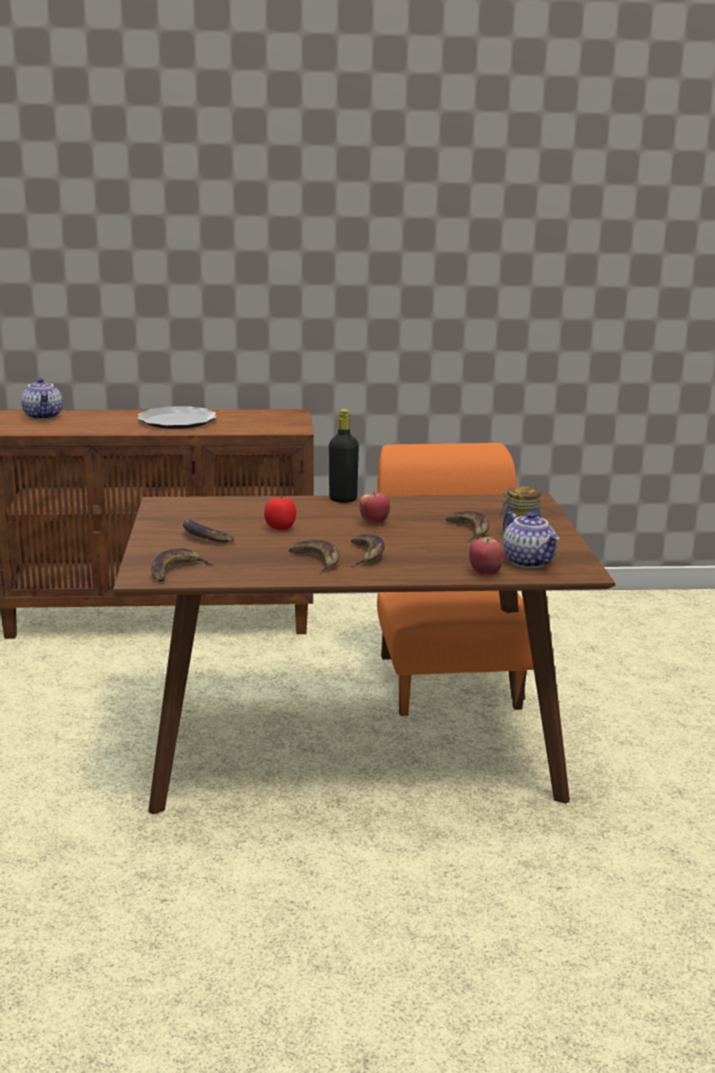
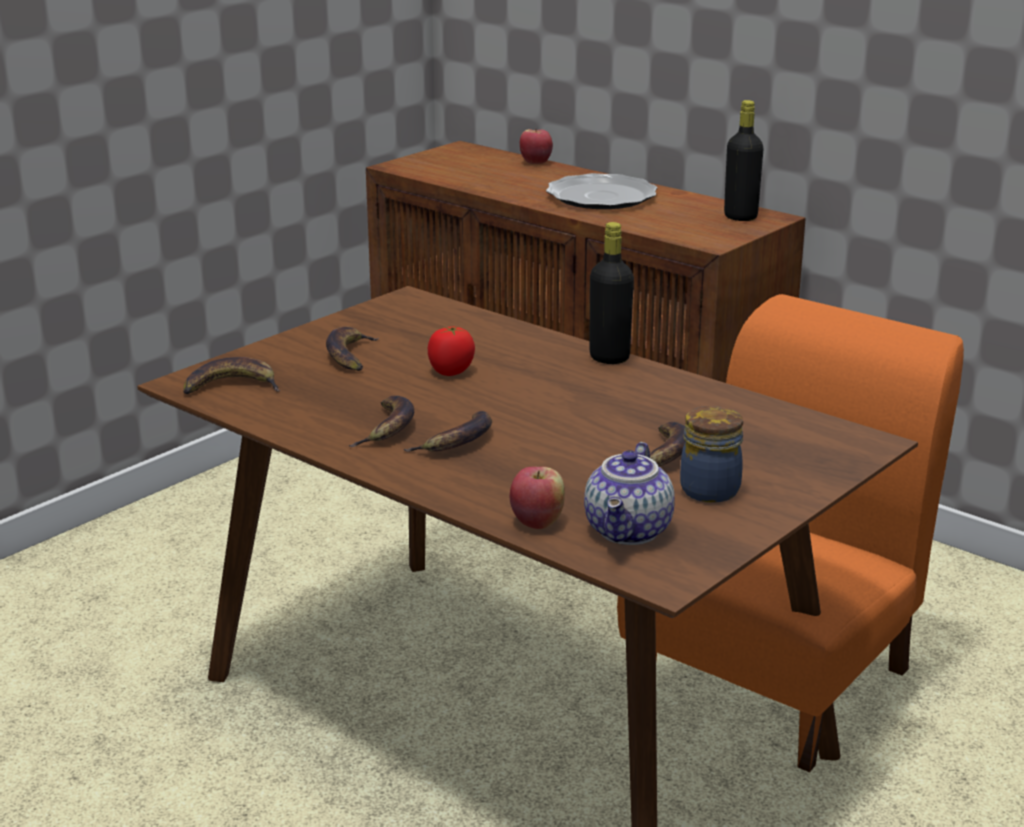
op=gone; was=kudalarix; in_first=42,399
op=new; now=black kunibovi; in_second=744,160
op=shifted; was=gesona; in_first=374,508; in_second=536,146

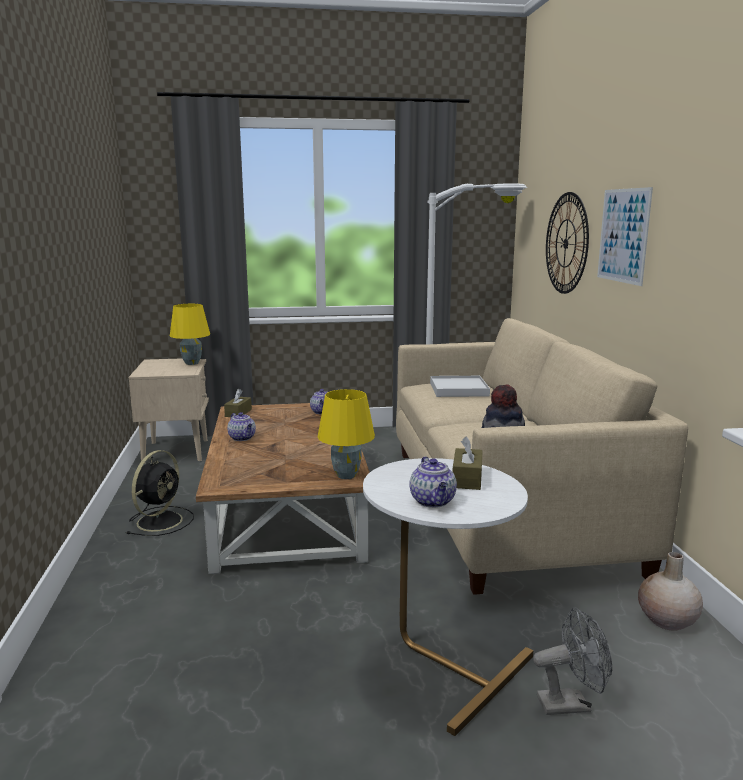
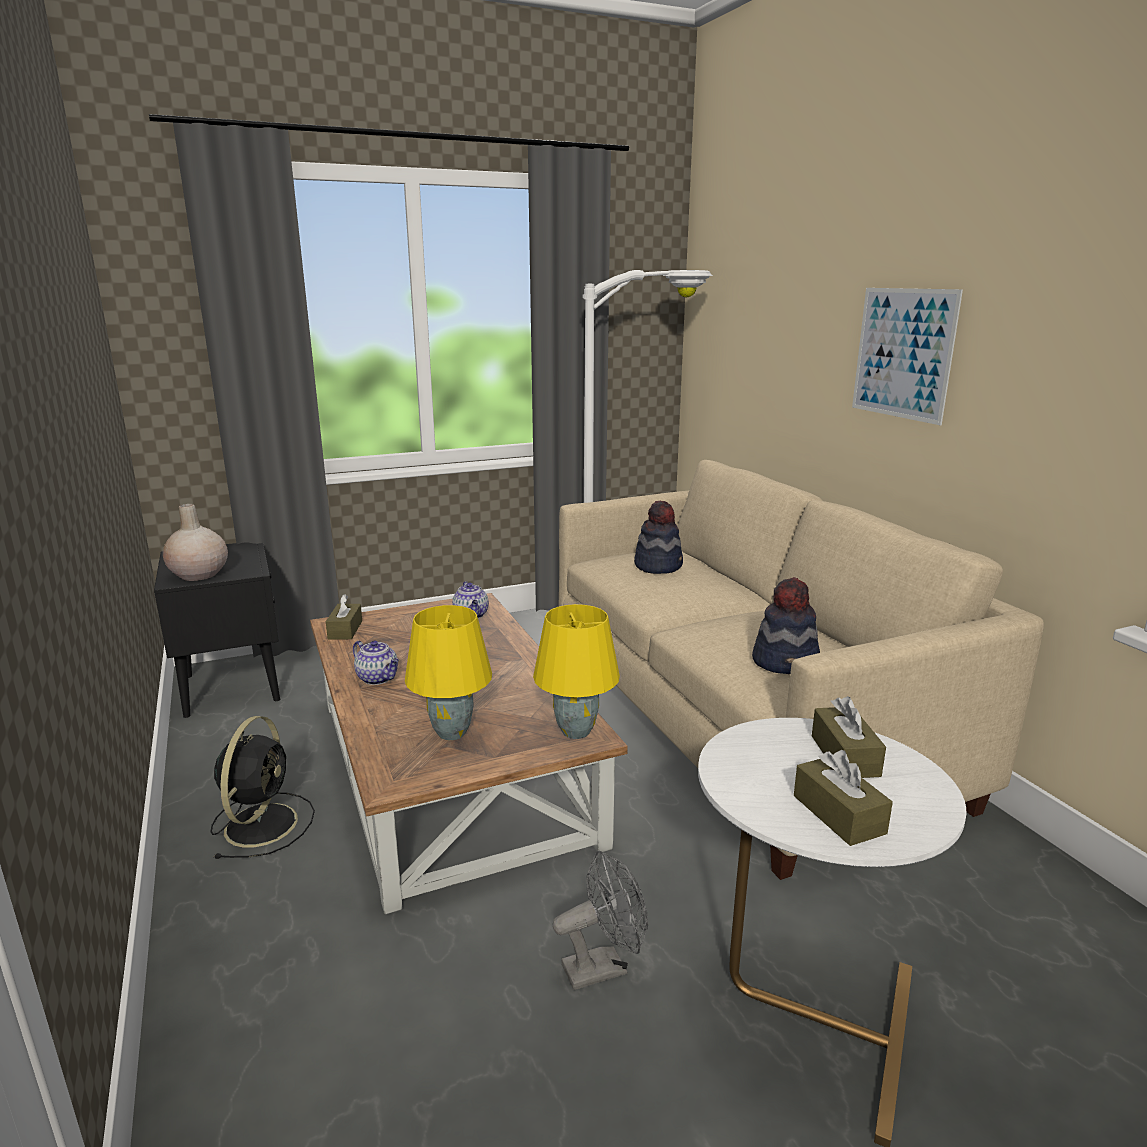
op=gone; was=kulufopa; in_first=567,243
op=shifted; was=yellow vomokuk; in_first=190,334; in_second=448,672
op=shifted; was=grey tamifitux; in_first=572,661; in_second=600,920
op=shifted; was=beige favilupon; in_first=670,591; in_second=195,542
op=swapped; was=kudalarix; now=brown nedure; in_first=433,482; in_second=843,798
op=swapped; was=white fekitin; now=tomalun; in_first=460,386; in_second=658,537
op=repainted; was=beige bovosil; now=black bovosil; in_first=169,411; in_second=217,630

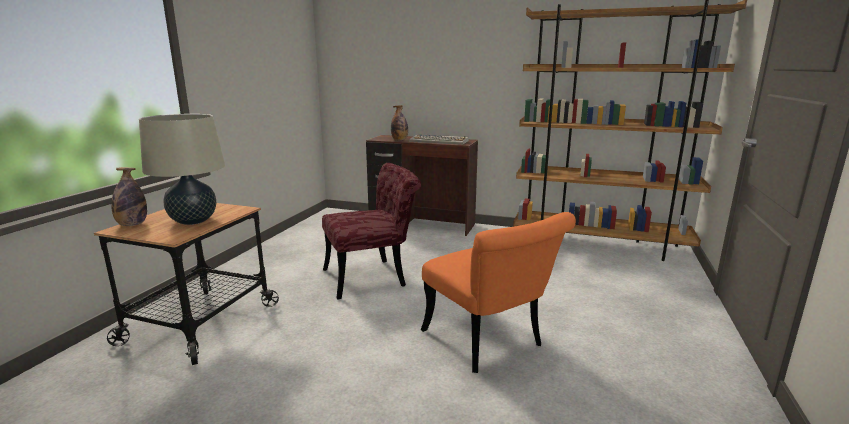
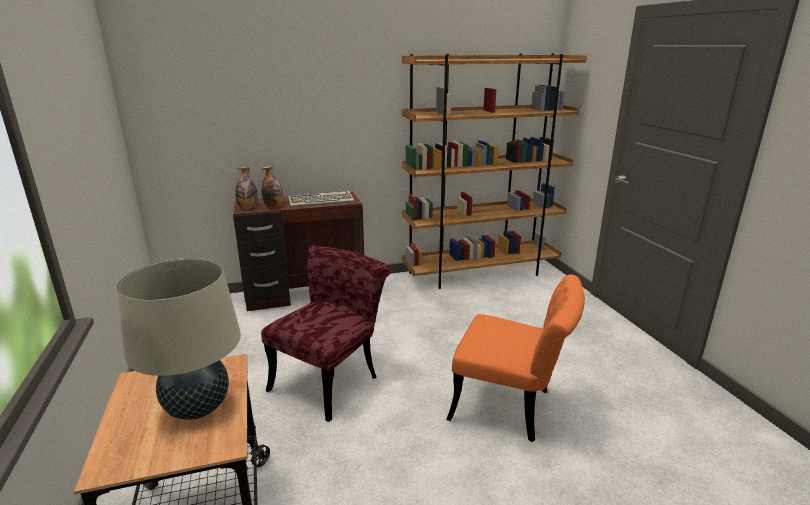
op=shifted; was=kunibovi; in_first=129,196; in_second=246,188

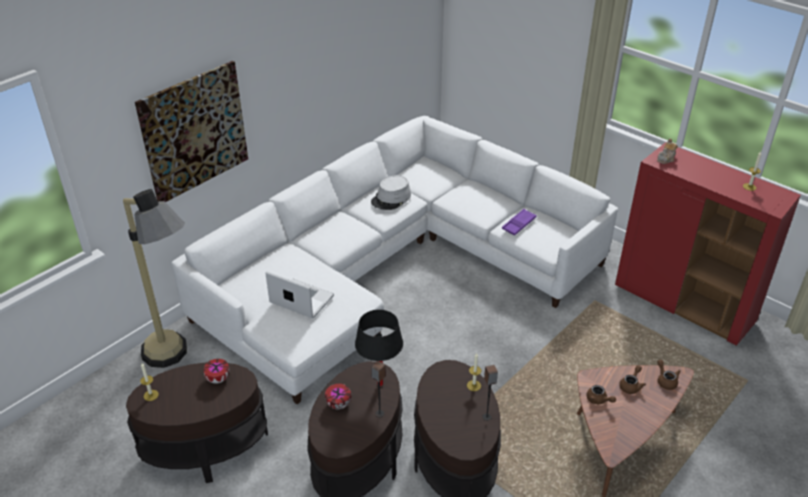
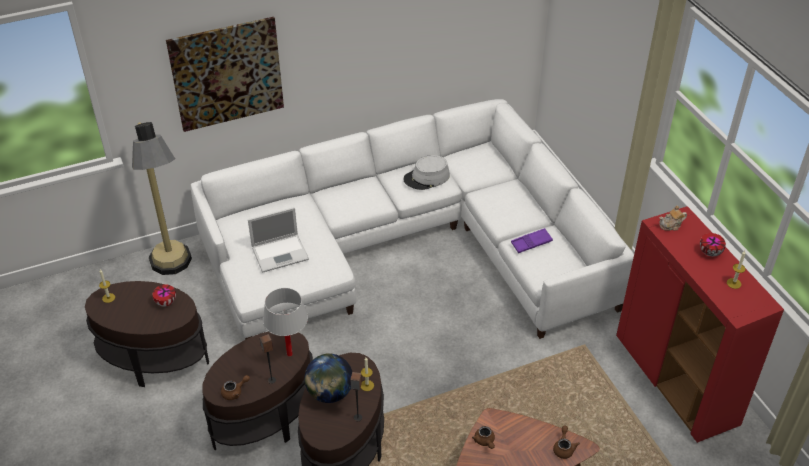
op=new; now=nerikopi; in_second=328,378
op=shifted; was=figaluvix; in_first=338,396; in_second=713,245
op=shifted; was=brown kudalarix; in_first=632,379; in_second=235,387
op=repainted; was=black vomokuk; now=white vomokuk; in_first=379,348; in_second=285,322
op=rotated; was=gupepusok; in_first=299,295; in_second=278,240; clockwise=105

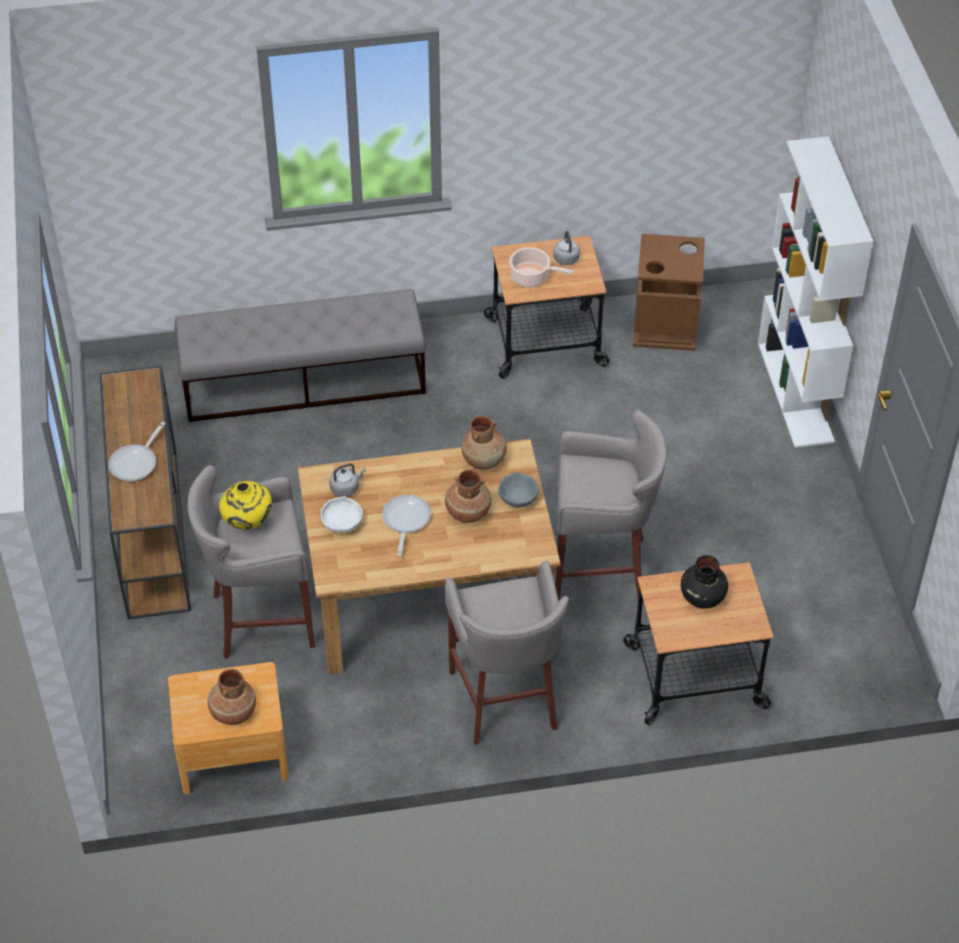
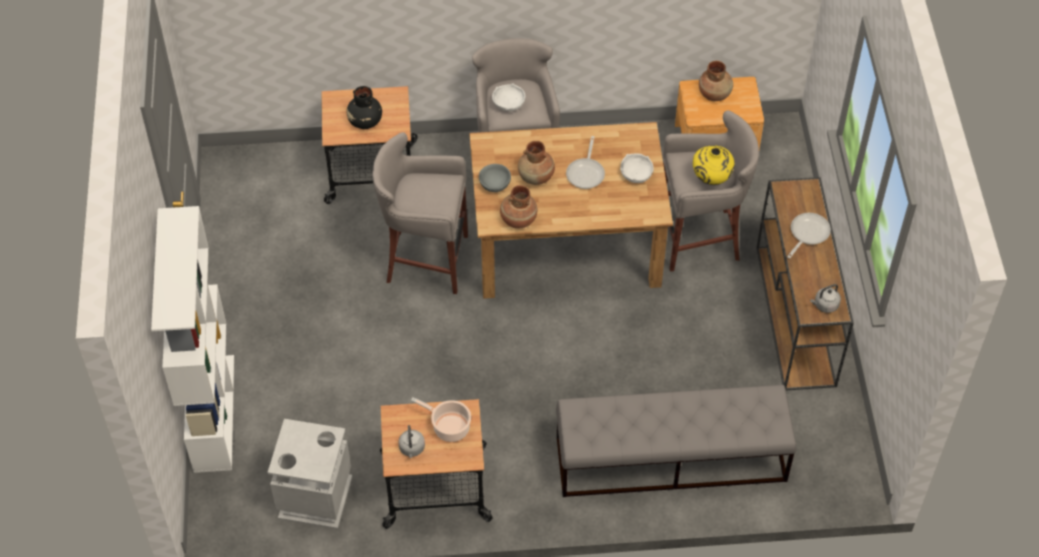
op=new; now=white figaluvix; in_second=508,97
op=shifted; was=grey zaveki; in_first=347,480; in_second=825,298
op=repainted; was=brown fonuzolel; now=grey fonuzolel; in_first=669,292; in_second=310,474

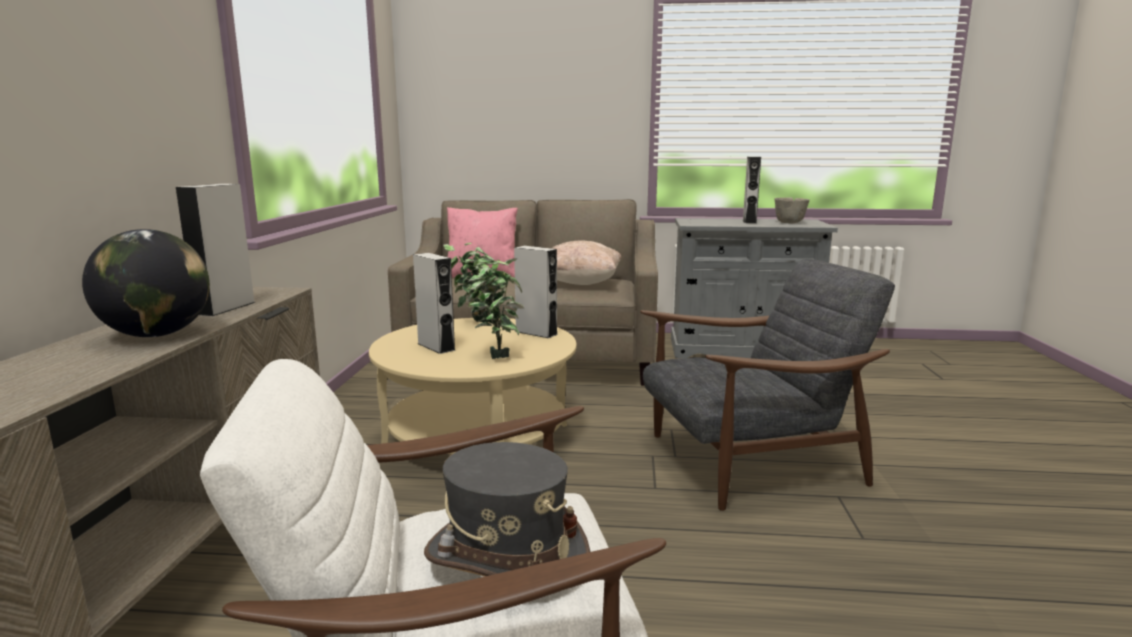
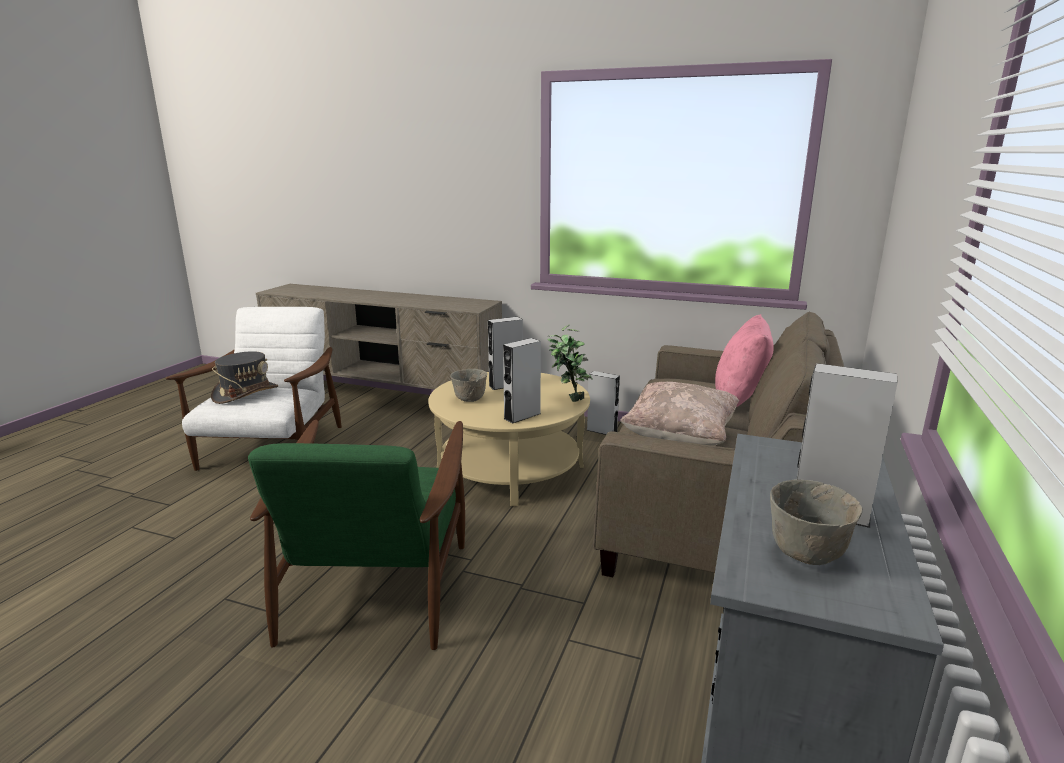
op=gone; was=nerikopi; in_first=146,283
op=shifted; was=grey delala; in_first=216,250; in_second=603,403
op=swapped; was=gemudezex; now=grey figaluvix; in_first=495,308; in_second=468,385
op=repainted; was=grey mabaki; now=green mabaki; in_first=767,385; in_second=356,535

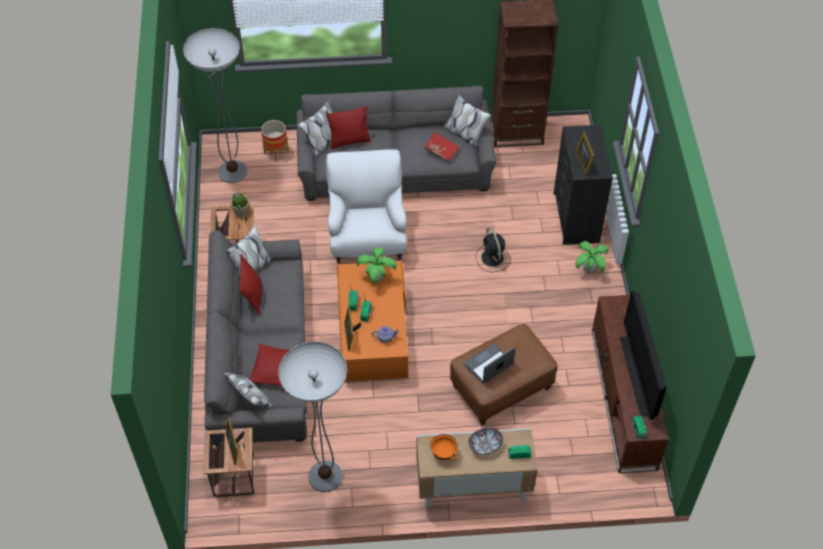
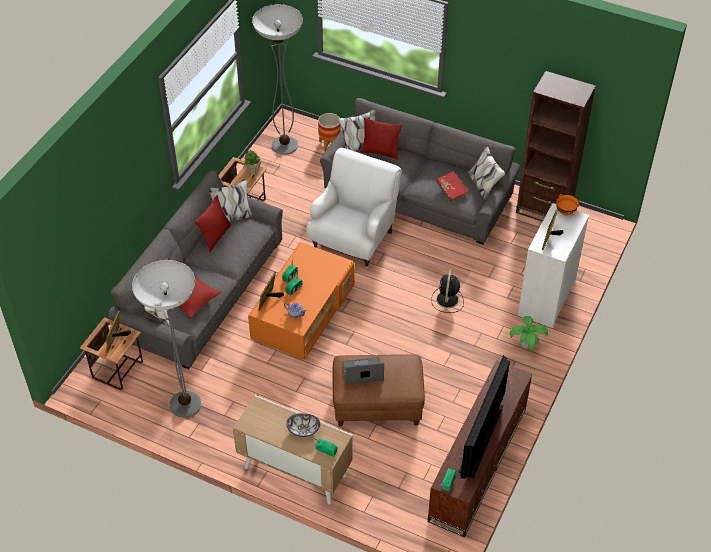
op=gone; was=gemudezex; in_first=376,265
op=shifted; was=orange figaluvix; in_first=444,447; in_second=567,205
op=repainted; was=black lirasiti; now=white lirasiti; in_first=583,185; in_second=553,265

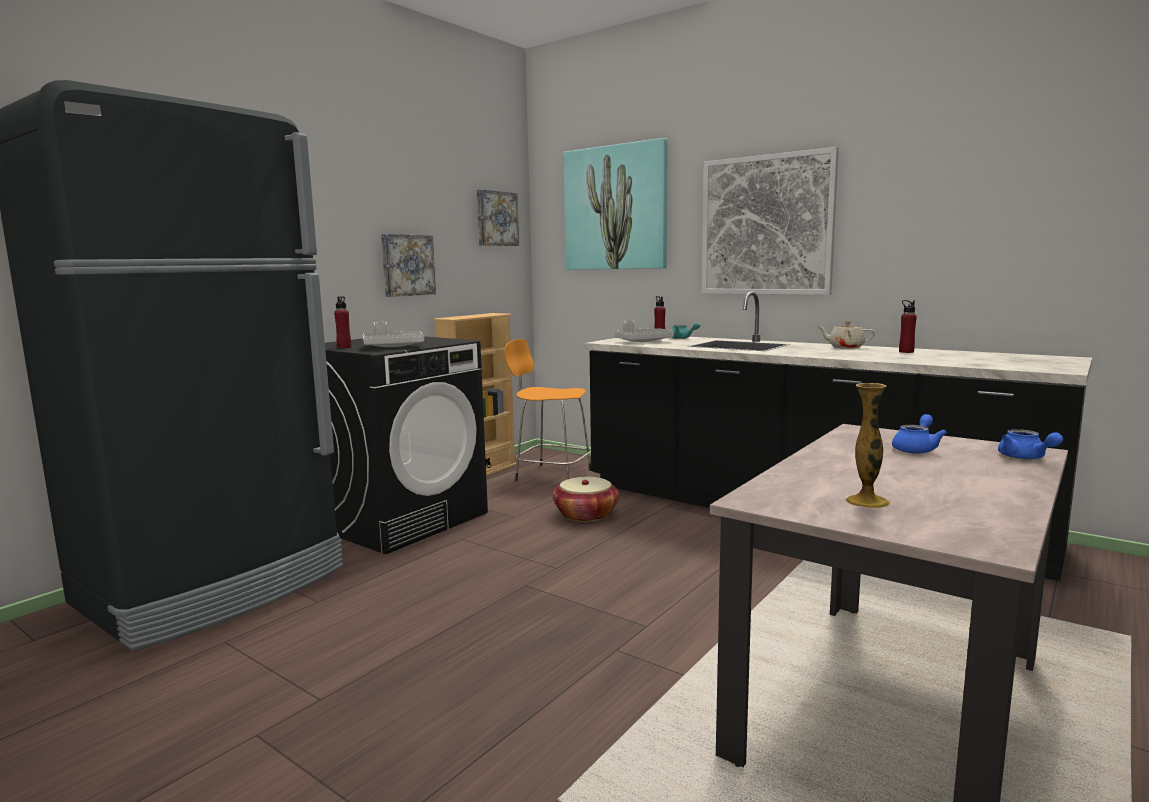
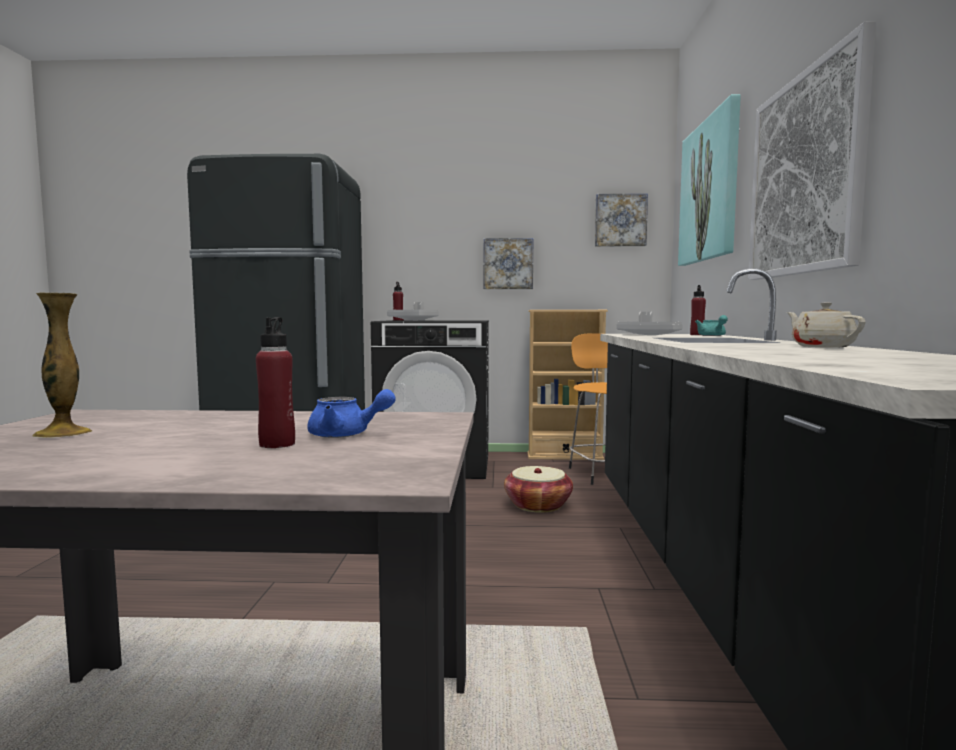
op=gone; was=blue kudalarix; in_first=1030,444
op=shifted; was=red kunibovi; in_first=908,326; in_second=275,382

